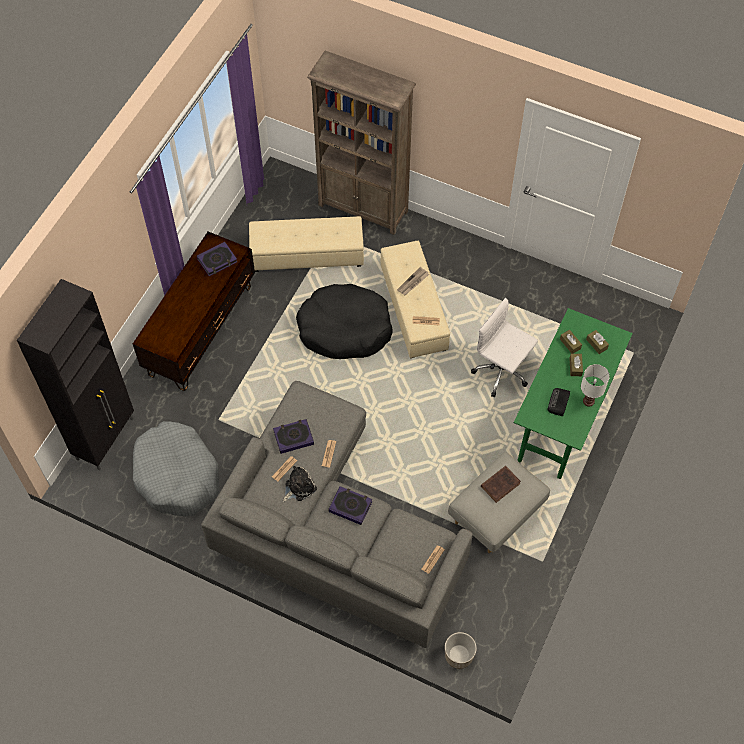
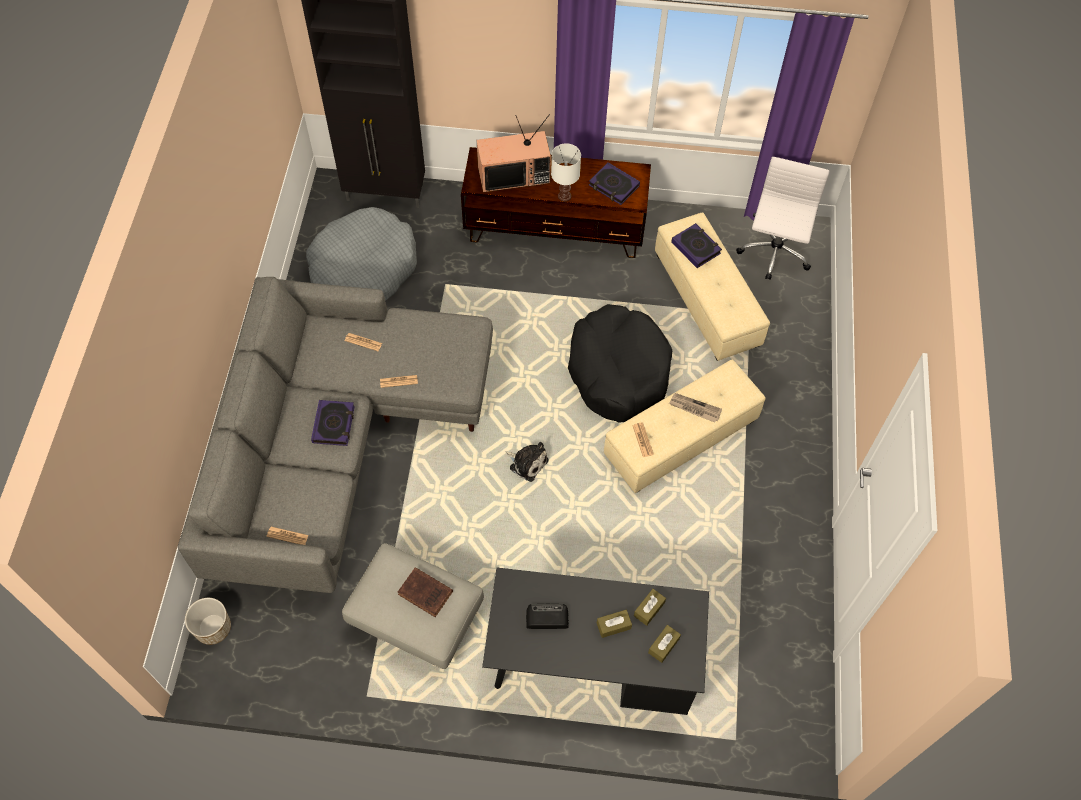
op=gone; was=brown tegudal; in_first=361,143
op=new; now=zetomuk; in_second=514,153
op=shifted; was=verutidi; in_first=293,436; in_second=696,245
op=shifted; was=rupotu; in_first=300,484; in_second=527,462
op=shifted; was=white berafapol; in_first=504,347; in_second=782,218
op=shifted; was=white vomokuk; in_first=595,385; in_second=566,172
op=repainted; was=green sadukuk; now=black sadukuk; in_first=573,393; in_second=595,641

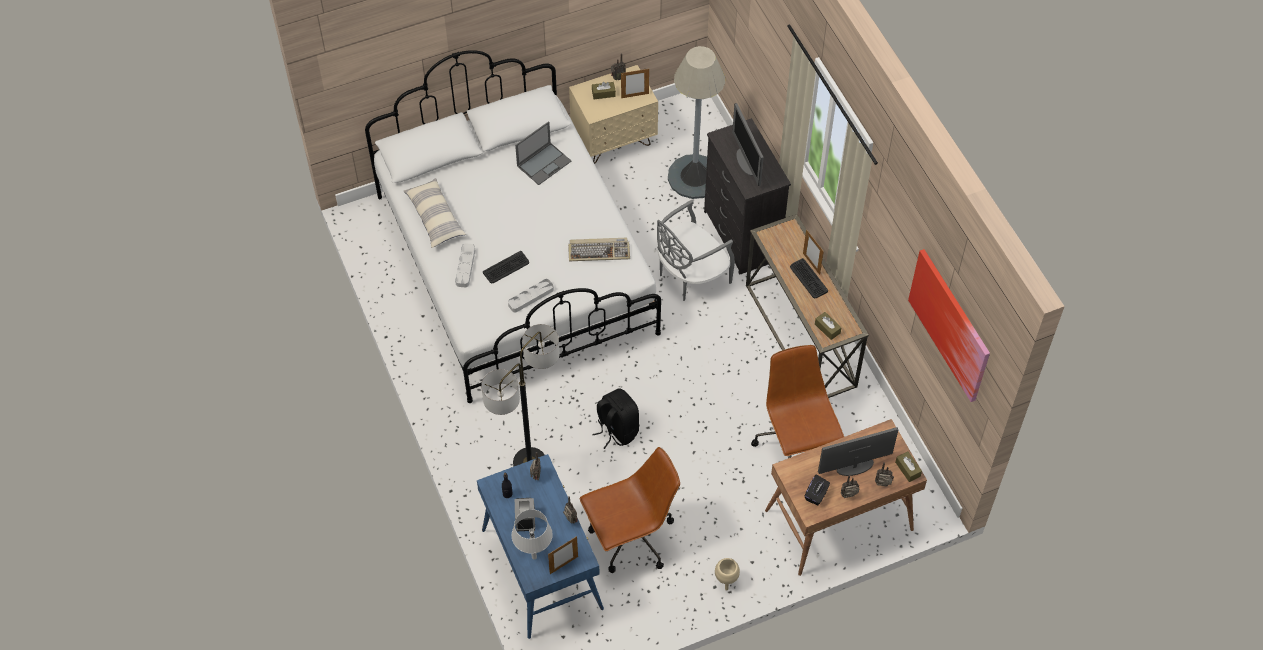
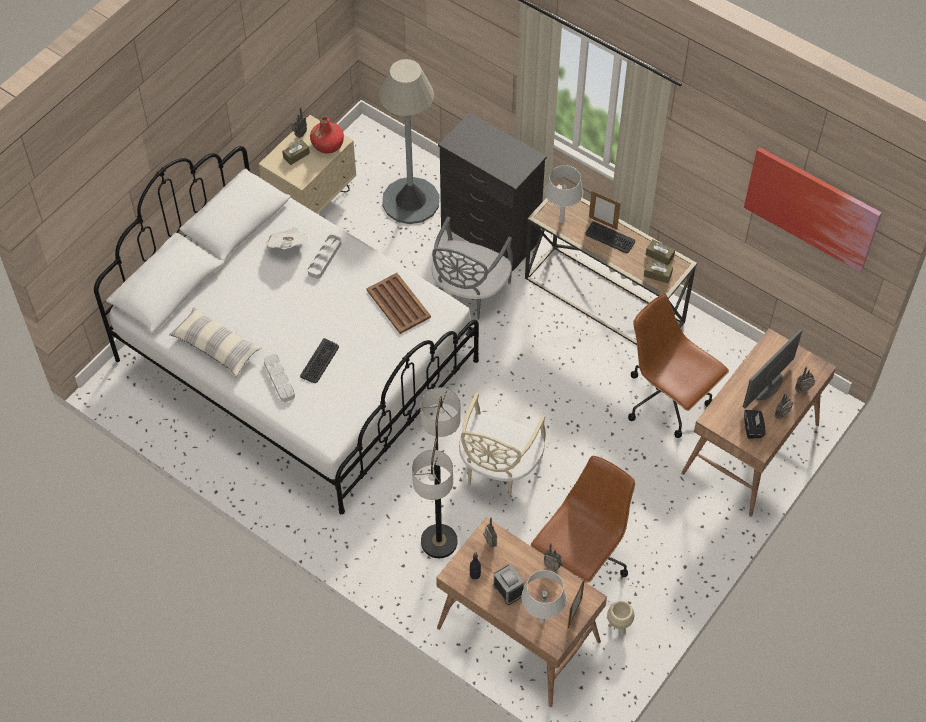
op=gone; was=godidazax; in_first=748,144
op=new; now=grey vomokuk; in_second=564,194
op=shifted; was=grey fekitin; in_first=531,295; in_second=325,256
op=shifted; was=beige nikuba; in_first=727,574; in_second=620,617
op=shifted; was=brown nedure; in_first=908,466; in_second=660,252
op=swapped; was=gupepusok; now=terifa; in_first=543,153; in_second=287,238
op=swapped; was=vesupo; now=brown fekitin; in_first=599,250; in_second=399,303
op=swapped; was=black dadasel; now=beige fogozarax; in_first=615,418; in_second=502,446
op=swapped; was=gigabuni; now=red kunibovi; in_first=635,83; in_second=327,135
op=repainted; was=blue sadukuk; now=brown sadukuk; in_first=540,546; in_second=521,612

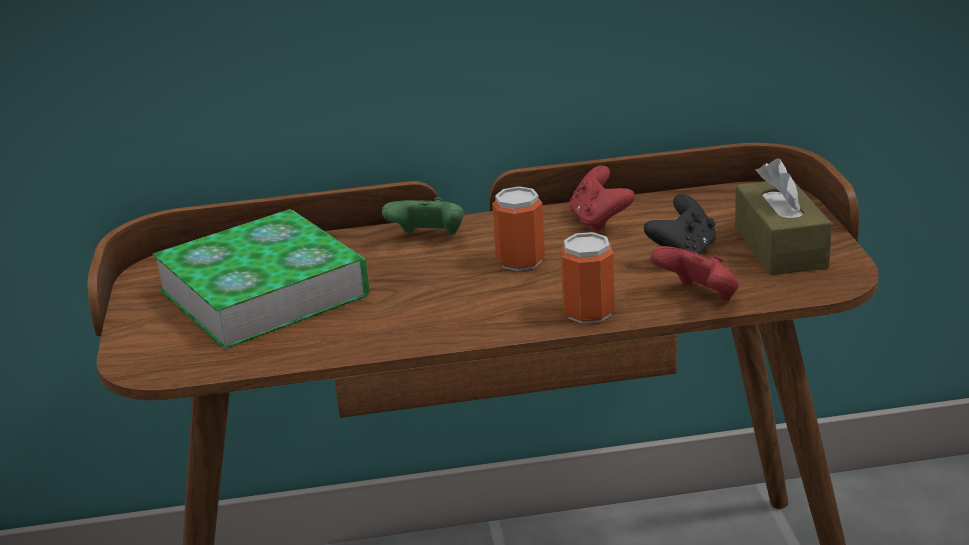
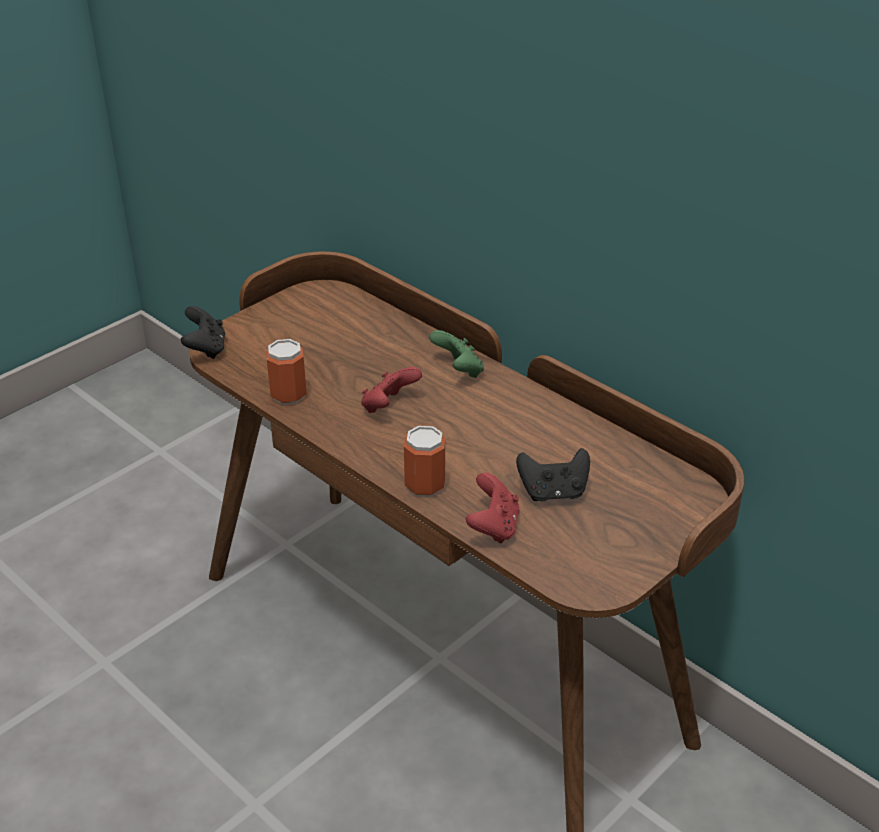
op=gone; was=verutidi; in_first=261,279
op=gone; was=brown nedure; in_first=783,216
op=new; now=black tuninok; in_second=203,332
op=shifted; was=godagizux; in_first=518,228; in_second=286,372
op=shifted; was=red tuninok; in_first=602,198; in_second=391,390

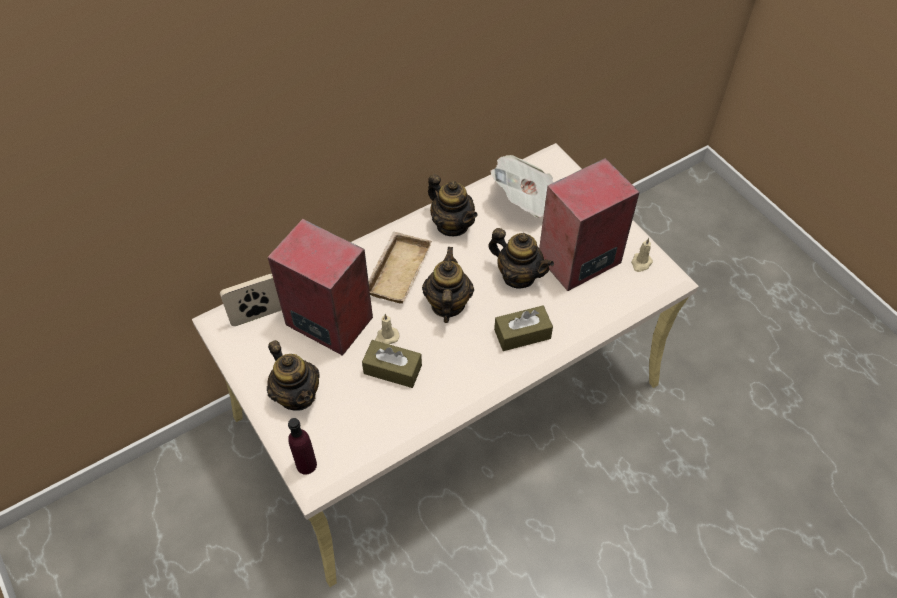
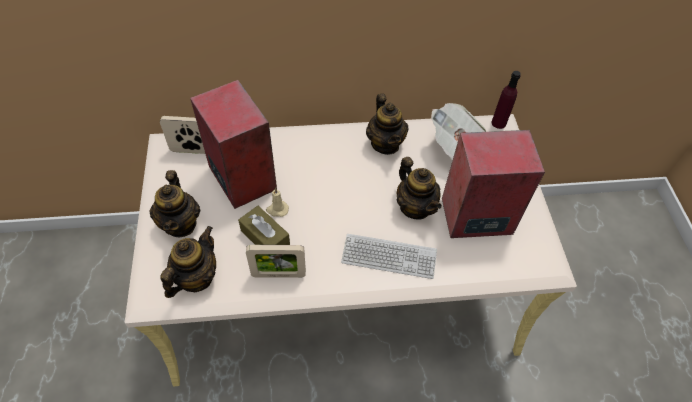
op=gone; was=beige fekitin; in_first=400,268
op=gone; was=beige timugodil; in_first=642,255
op=new; now=gigabuni; in_second=276,261
op=shifted; was=purple kunibovi; in_first=302,446; in_second=506,100
op=shifted; was=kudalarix; in_first=448,285; in_second=188,262
op=swapped; was=brown nedure; now=vesupo; in_first=523,328; in_second=389,256

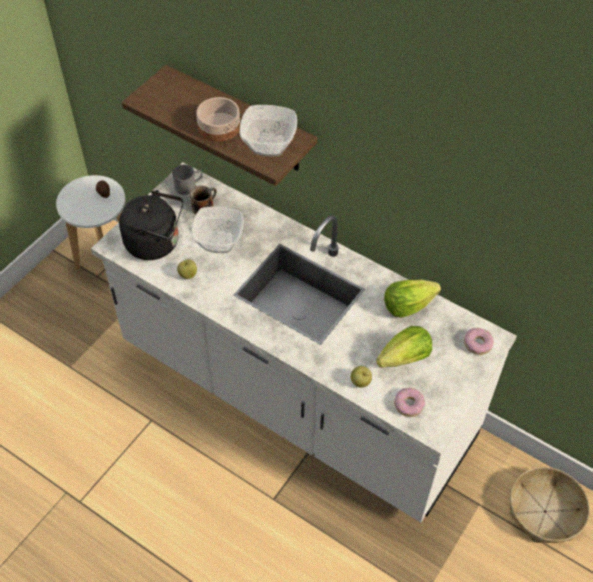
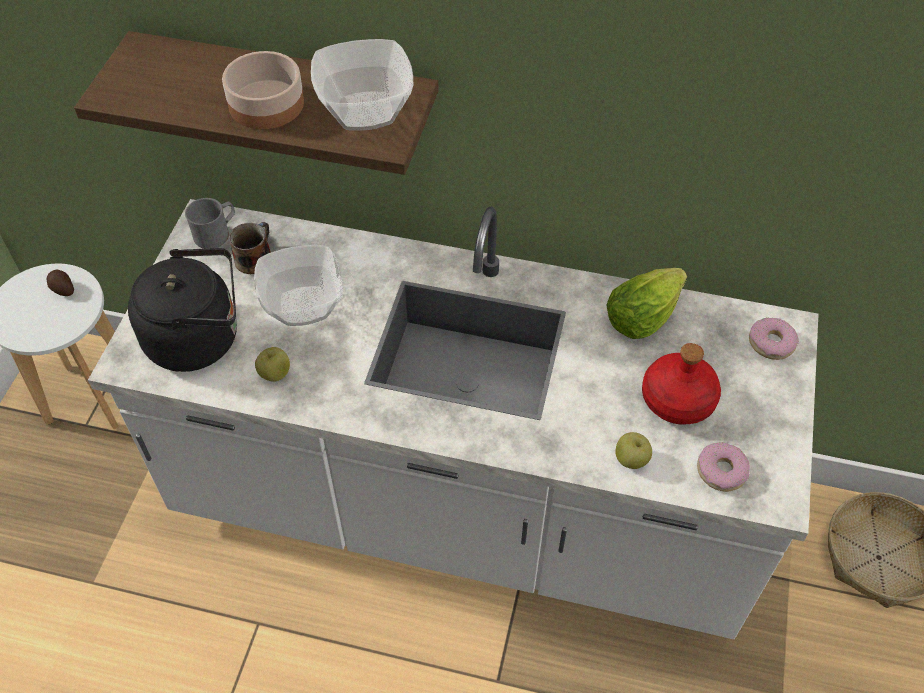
op=swapped; was=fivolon; now=red kunibovi; in_first=404,347; in_second=681,383

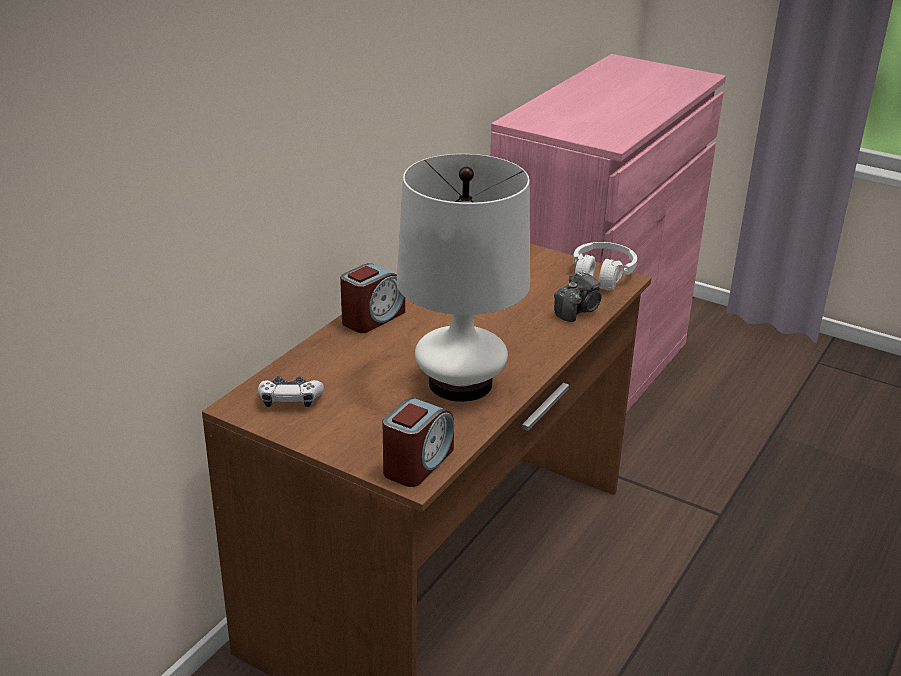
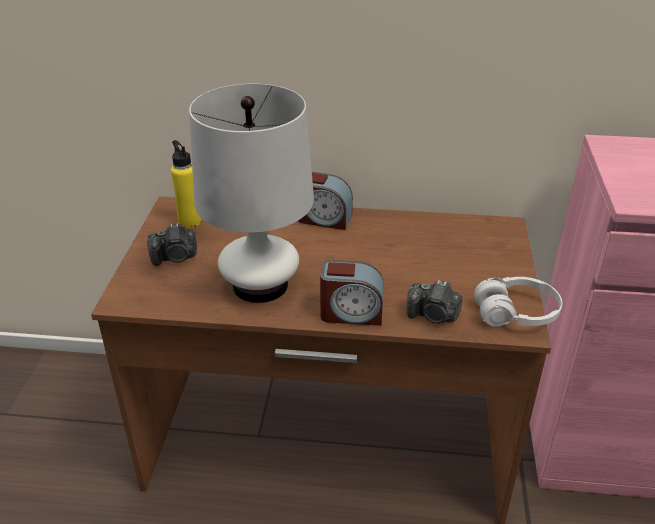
op=new; now=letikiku; in_second=172,244
op=shifted; was=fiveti; in_first=418,442; in_second=352,293
op=swapped; was=tuninok; now=yellow kunibovi; in_first=291,391; in_second=186,184

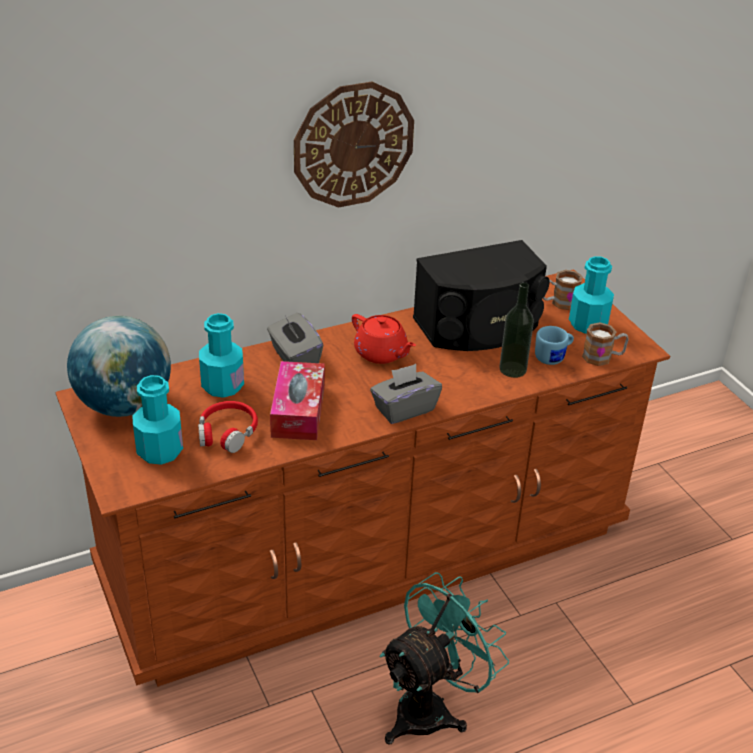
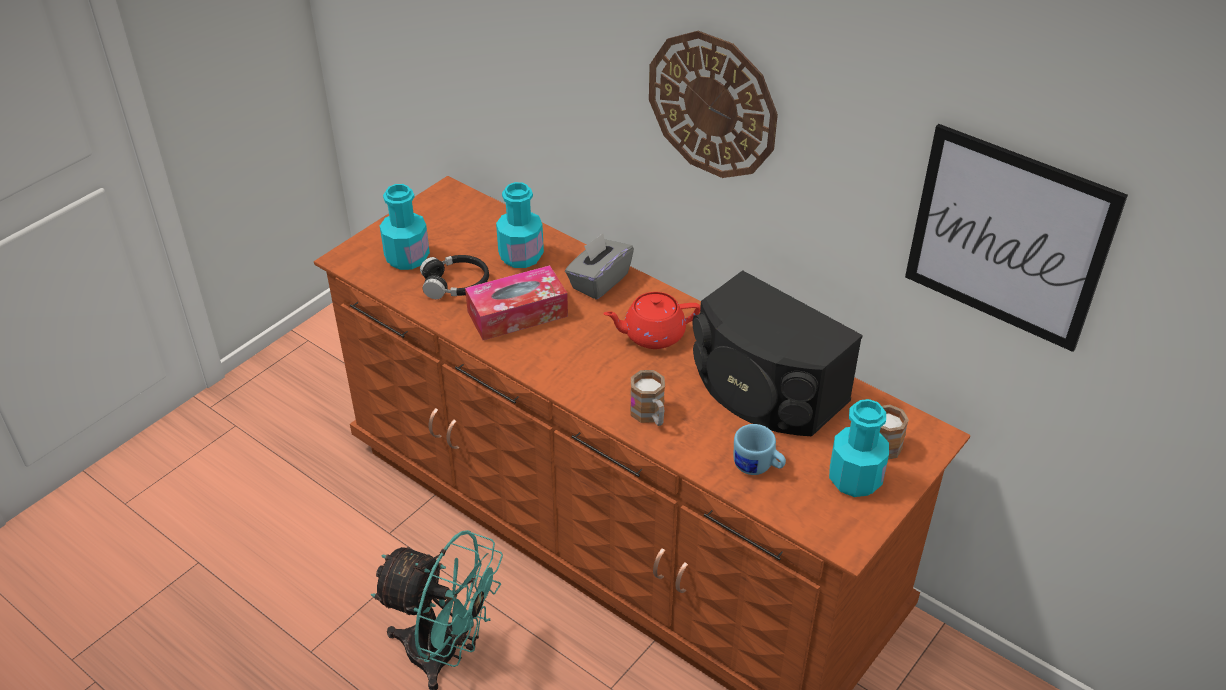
op=gone; was=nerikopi; in_first=119,366
op=gone; was=grey nedure; in_first=406,394
op=gone; was=kunibovi; in_first=516,330
op=new; now=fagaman; in_second=1016,238
op=shifted; was=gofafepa; in_first=605,344; in_second=647,398
op=repainted; was=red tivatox; now=black tivatox; in_first=228,427; in_second=454,277
op=rotated; was=red kudalarix; in_first=384,339; in_second=651,320; clockwise=60

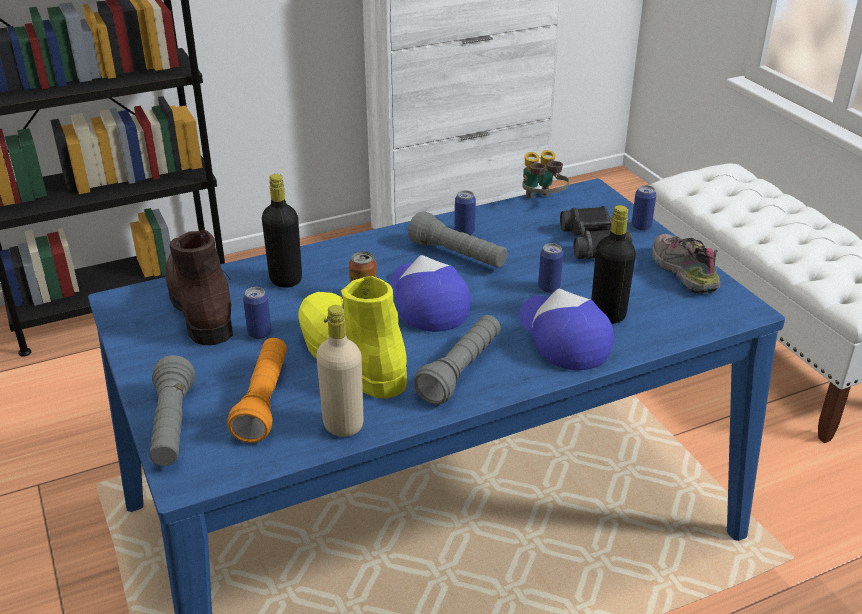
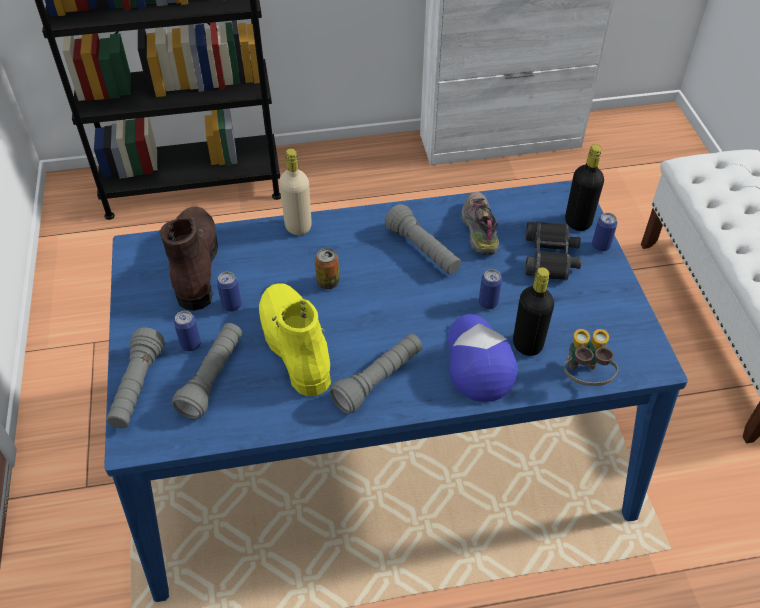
op=gone; was=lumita; in_first=430,293
op=shifted; was=black kunibovi; in_first=282,231; in_second=584,187
op=shifted; was=beige kunibovi; in_first=340,371; in_second=295,192
op=shifted; was=godagizux; in_first=465,212; in_second=187,331
op=shifted; was=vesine; in_first=545,174; in_second=591,357
op=shifted; was=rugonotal; in_first=686,264; in_second=480,223
op=repainted; was=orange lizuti; now=grey lizuti; in_first=257,390; in_second=207,371

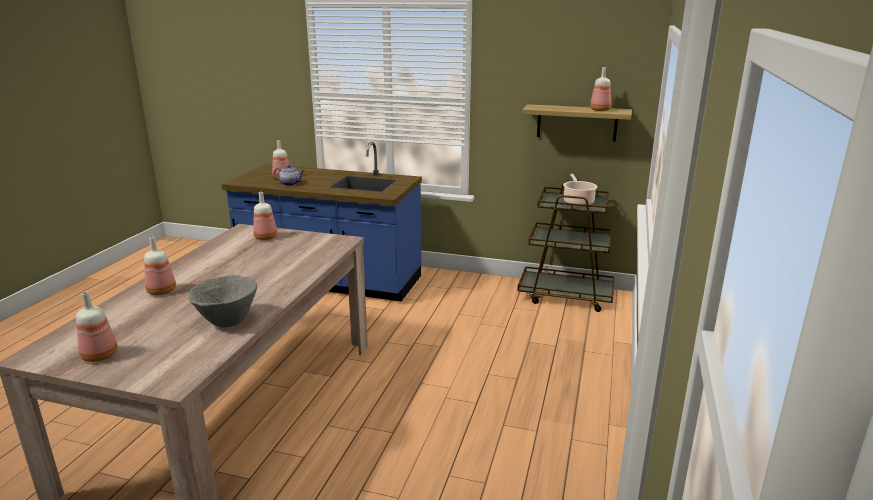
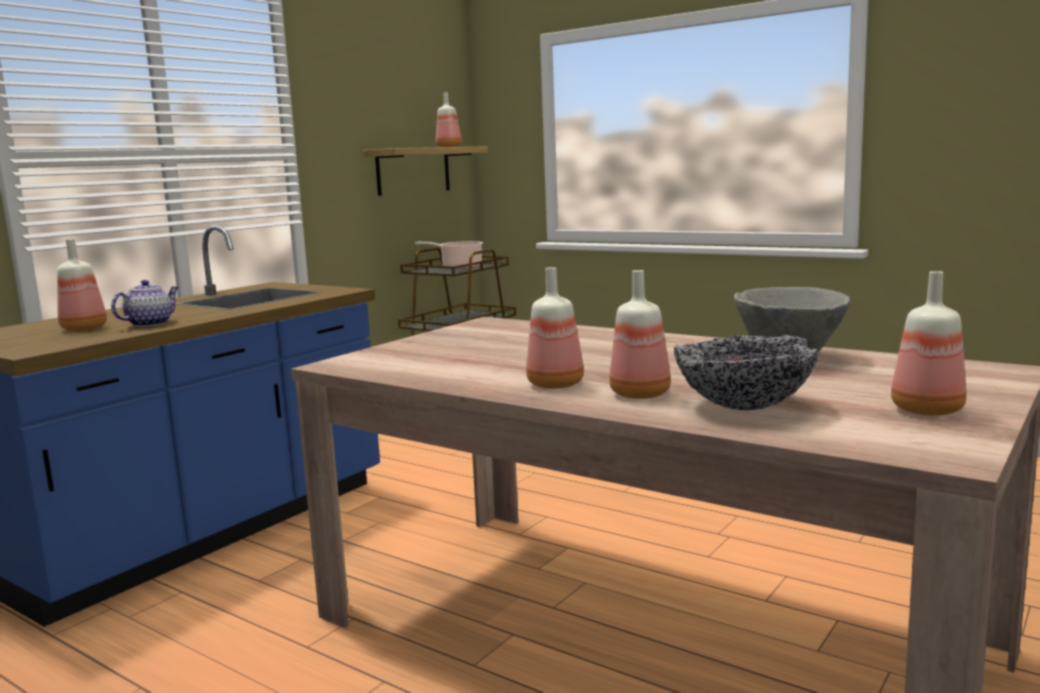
op=new; now=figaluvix; in_second=746,372
op=shifted; was=kunibovi; in_first=265,216; in_second=555,328

